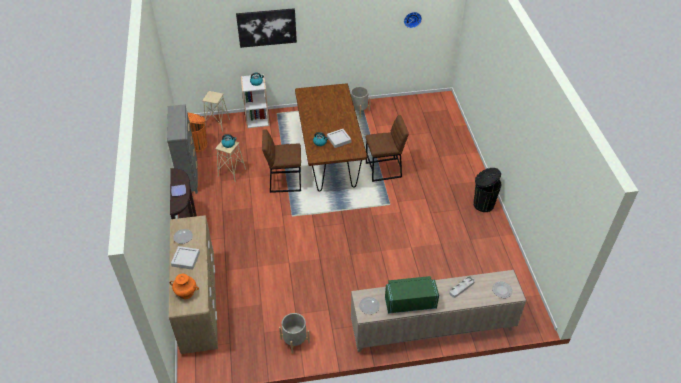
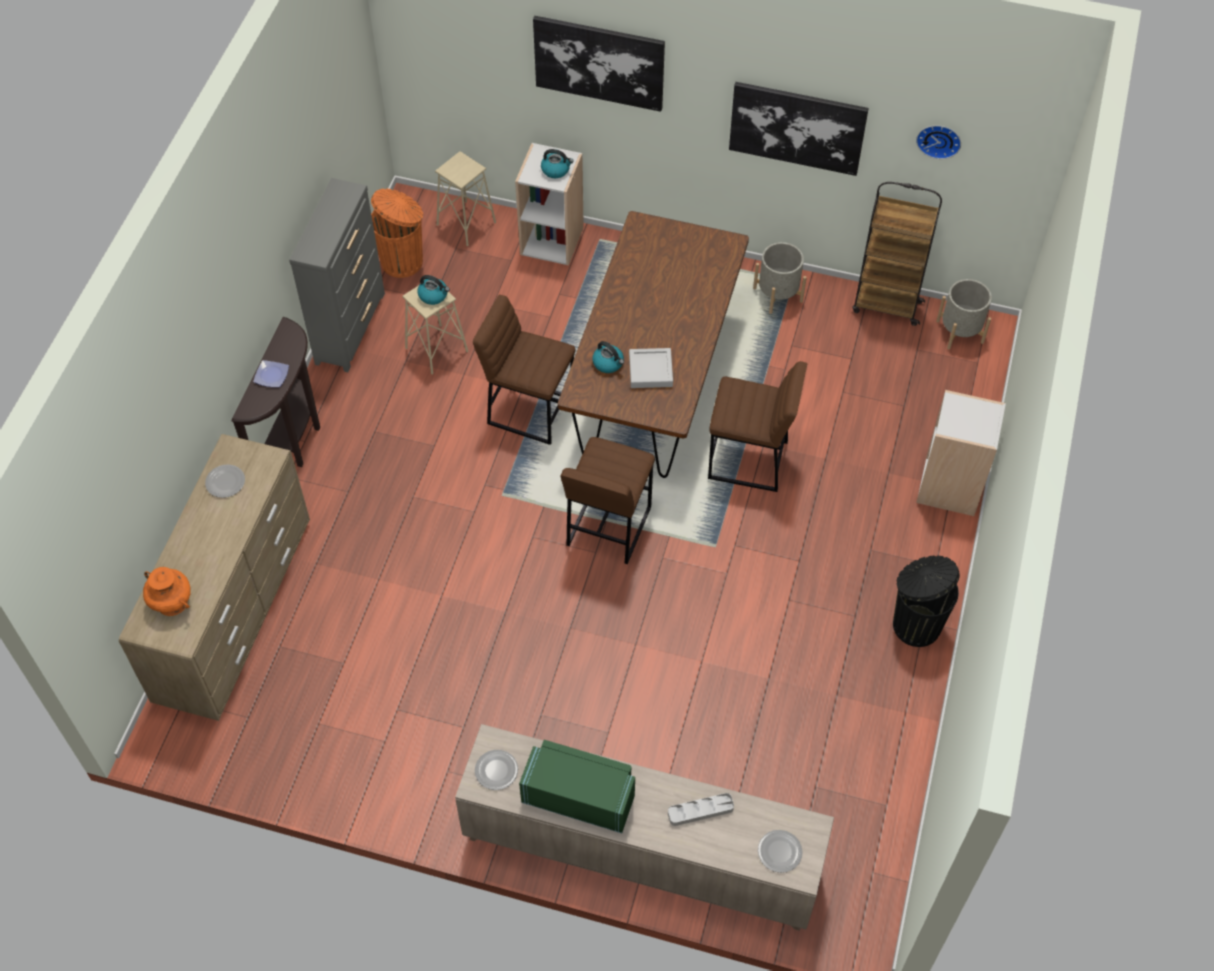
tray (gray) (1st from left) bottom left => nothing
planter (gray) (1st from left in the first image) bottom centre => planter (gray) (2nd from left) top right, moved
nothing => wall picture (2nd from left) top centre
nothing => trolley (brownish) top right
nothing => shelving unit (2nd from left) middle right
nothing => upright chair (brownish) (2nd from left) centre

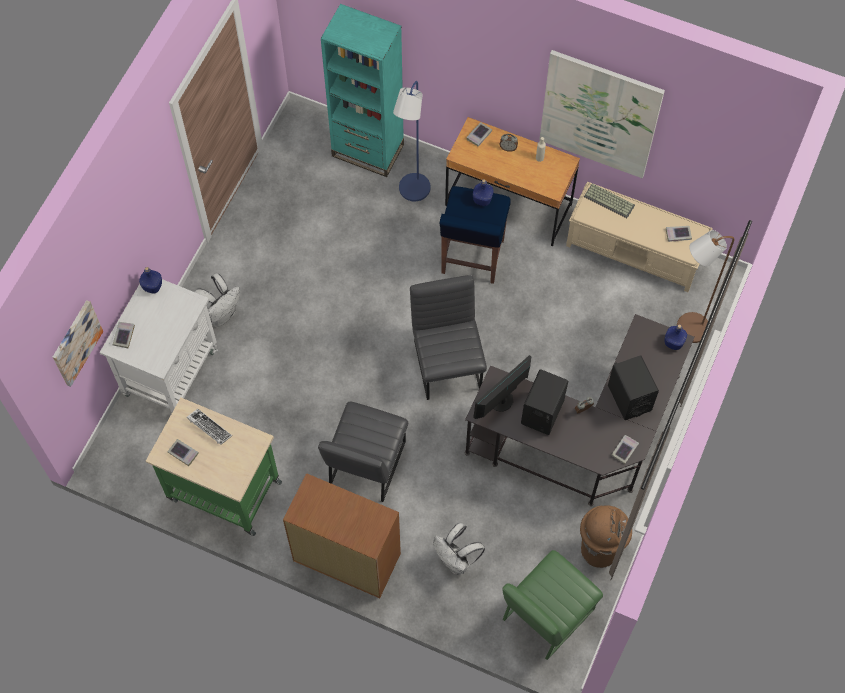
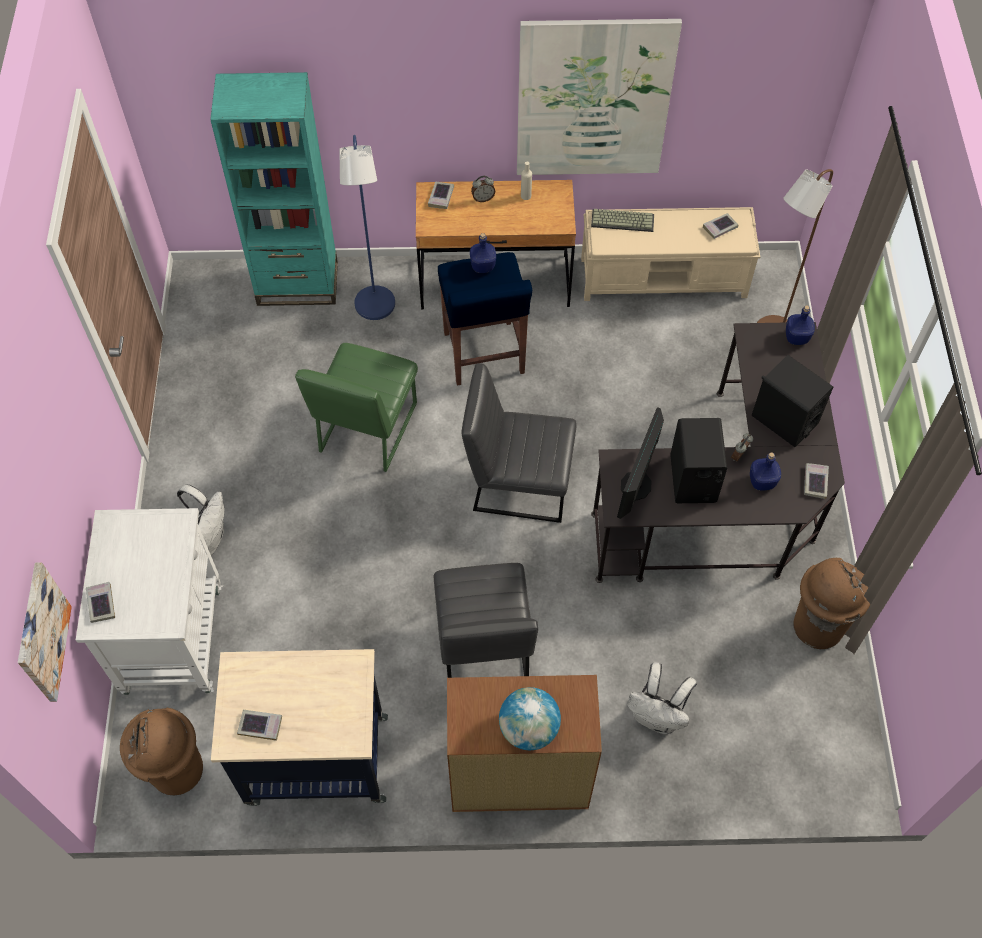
bottle (blue) (1st from left in the first image) middle left => bottle (blue) (2nd from left) middle right, moved
upright chair (gray) (2nd from left) centre, 45 degrees counterclockwise
trolley (green-coloured) bottom left => trolley (blue) bottom left
keyboard (1st from left) middle left => nothing
upright chair (green-coloured) bottom centre => upright chair (green-coloured) centre, moved
nothing => desk globe bottom centre
nothing => waste bin (brownish) (1st from left) bottom left

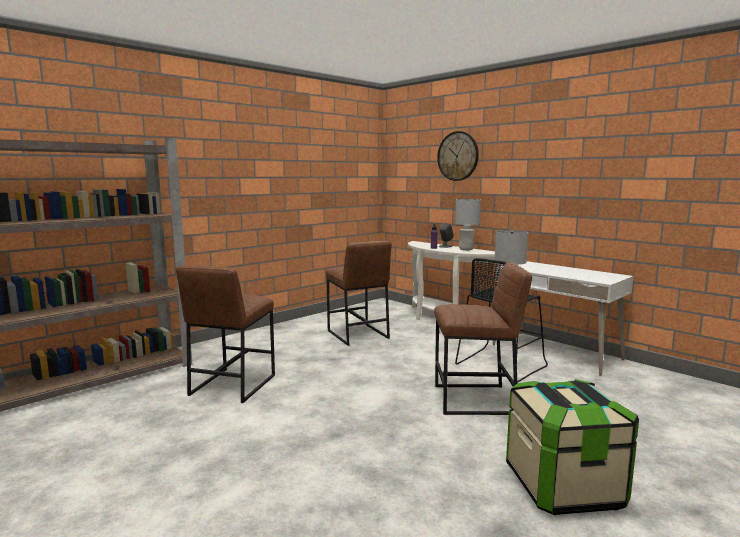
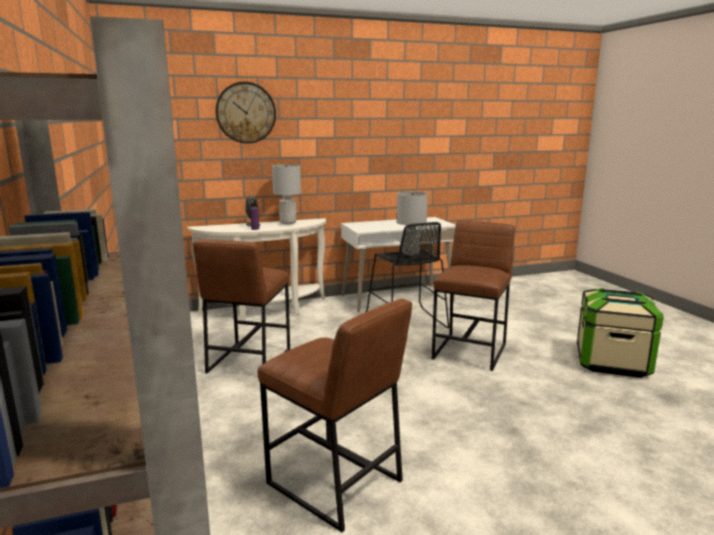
upright chair (brownish) (2nd from left in the first image) centre => upright chair (brownish) (1st from left) centre, 105 degrees clockwise

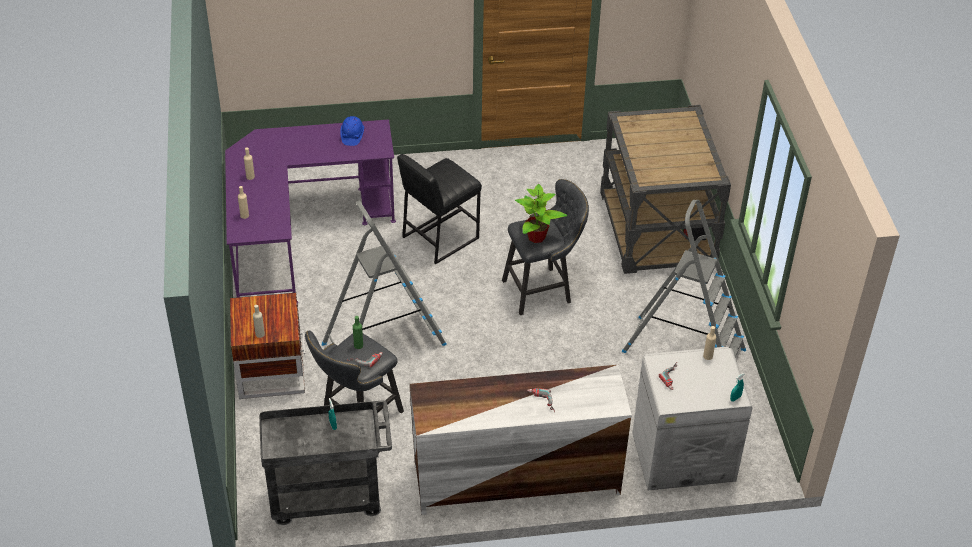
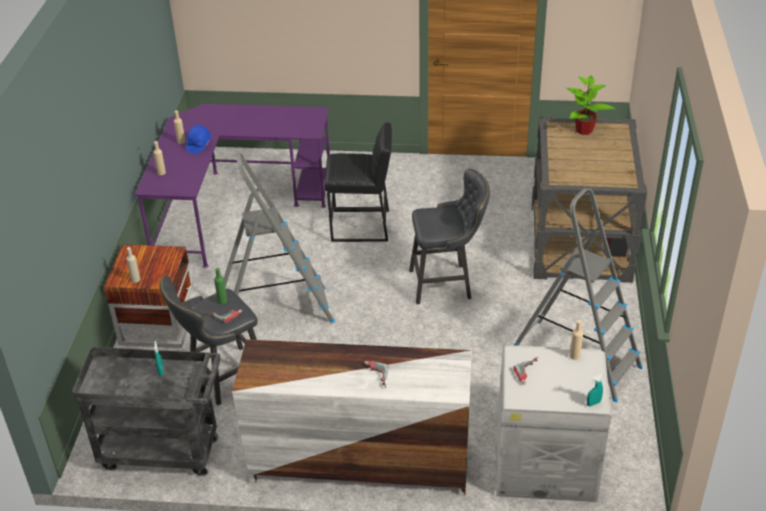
safety helmet (blue) top centre => safety helmet (blue) top left, moved
upright chair (black-coloured) centre, 150 degrees counterclockwise
houseplant centre => houseplant top right, moved

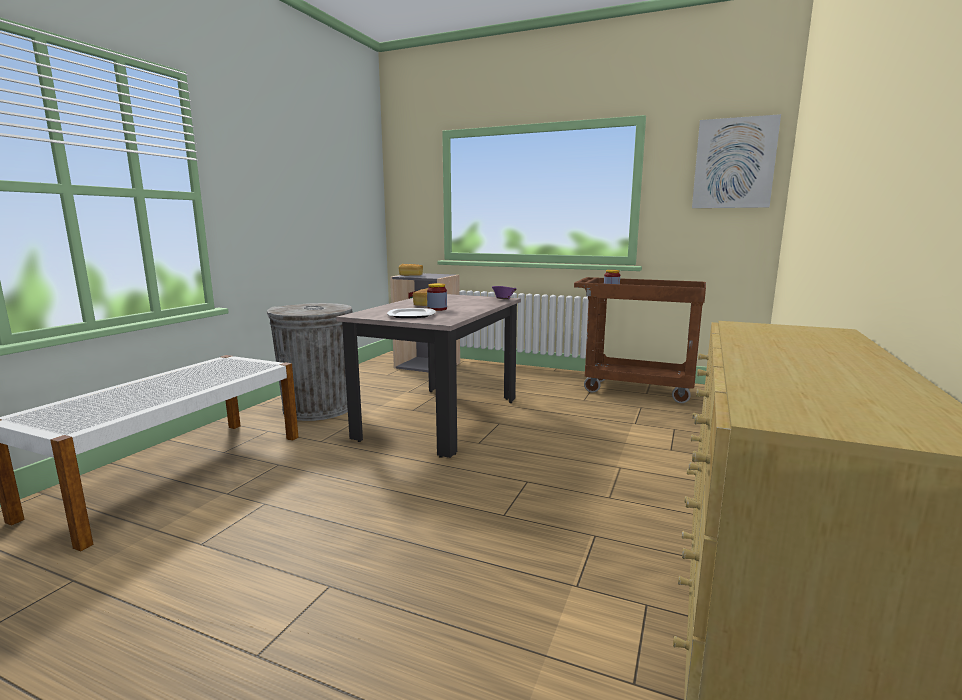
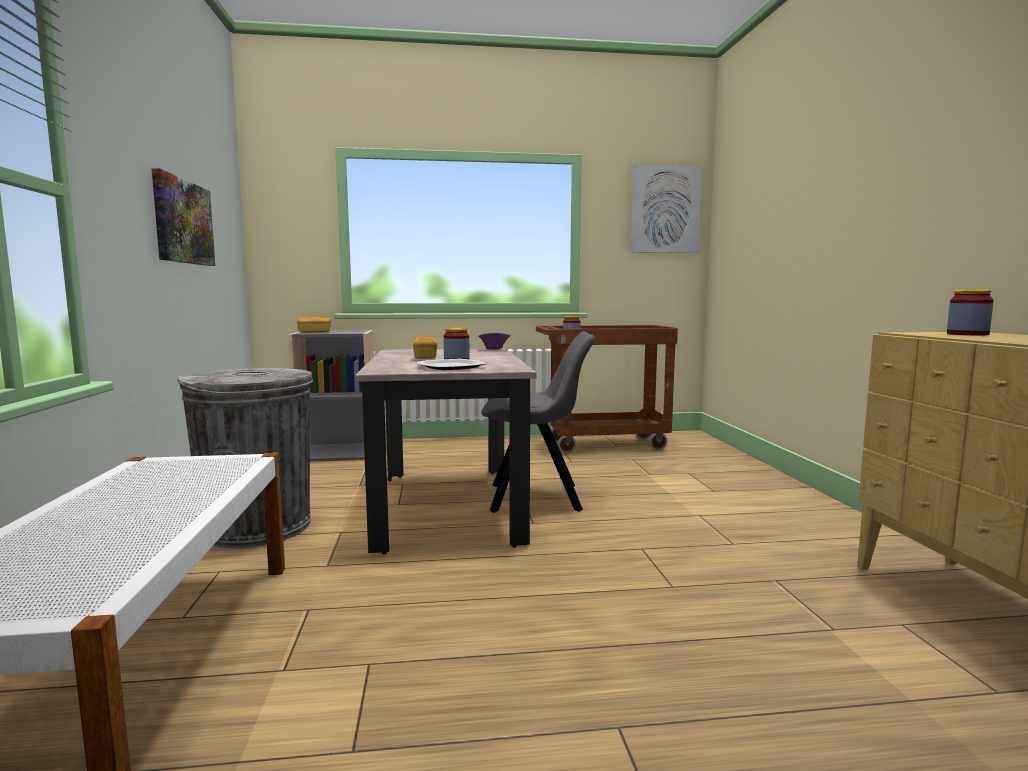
nothing => wall picture (1st from left) top left
nothing => preserve jar (3rd from left) middle right
nothing => upright chair (gray) centre

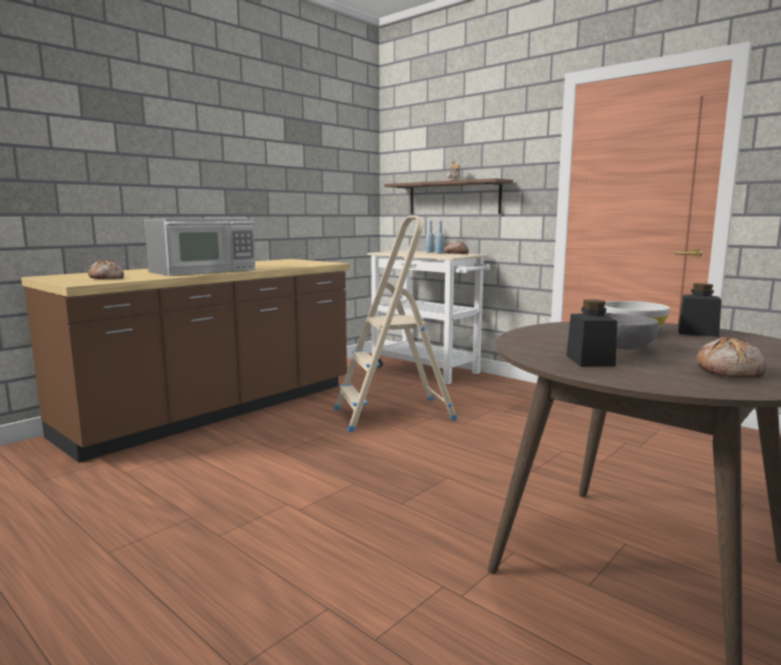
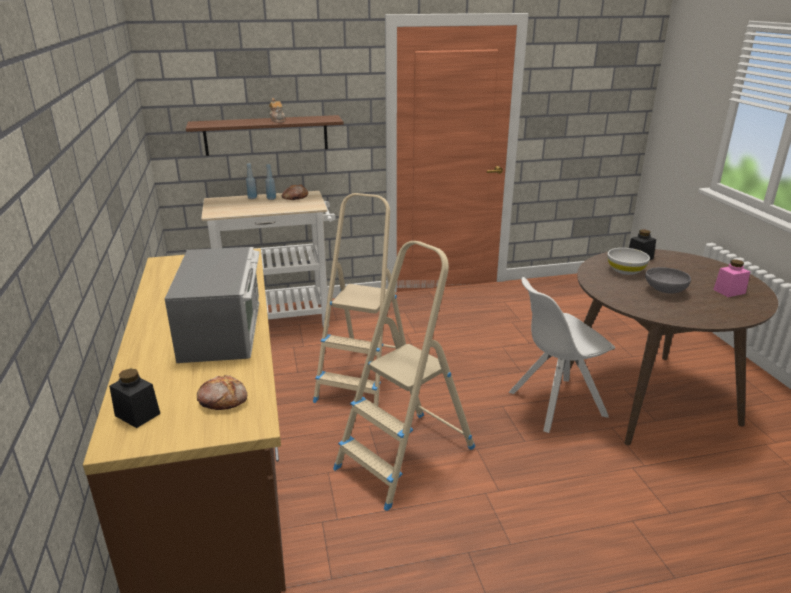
preserve jar (black-coloured) (1st from left) middle right => preserve jar (black-coloured) (1st from left) bottom left, moved
bread (3rd from left) middle right => preserve jar (pink) middle right
nothing => step ladder (beige) (2nd from left) centre
nothing => upright chair (white-coloured) middle right

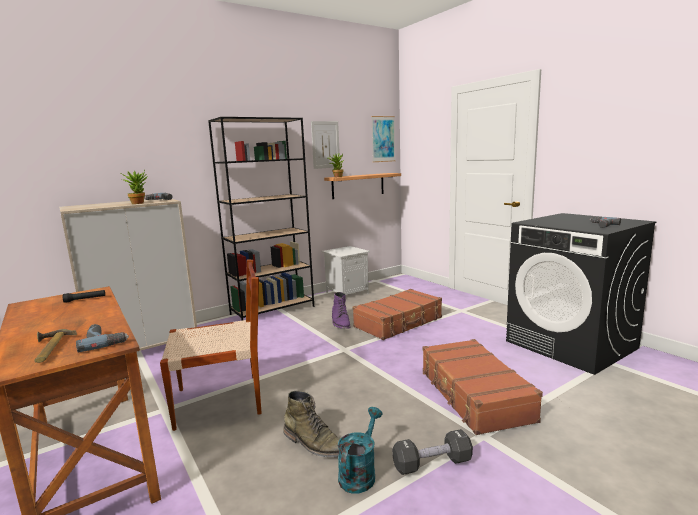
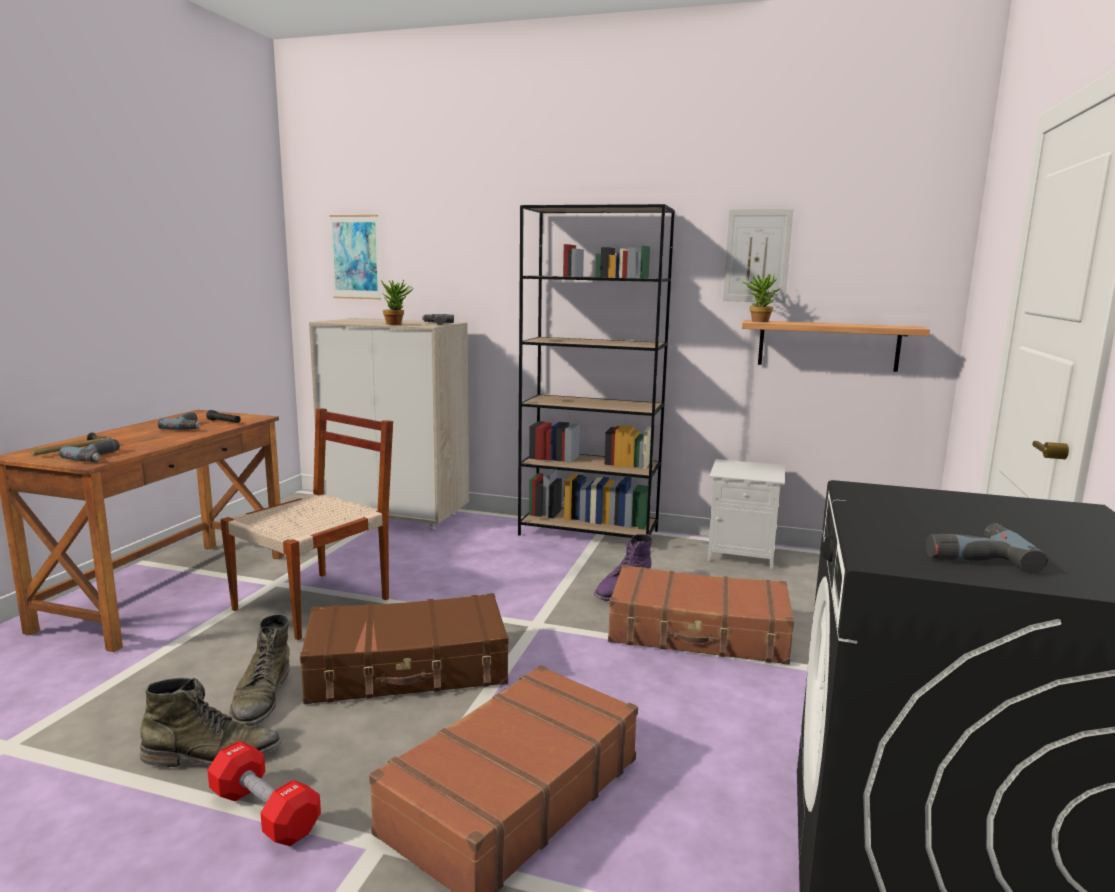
wall picture (2nd from left in the first image) top centre => wall picture (1st from left) top left, moved
upright chair bottom left => upright chair middle left, 90 degrees counterclockwise
watering pot (turquoise-coloured) bottom centre => boot (green-coloured) (1st from left) bottom left
free weight (black-coloured) bottom centre => free weight (red-coloured) bottom left
nothing => drill (2nd from left) middle left
nothing => travel case (brownish) (1st from left) bottom centre

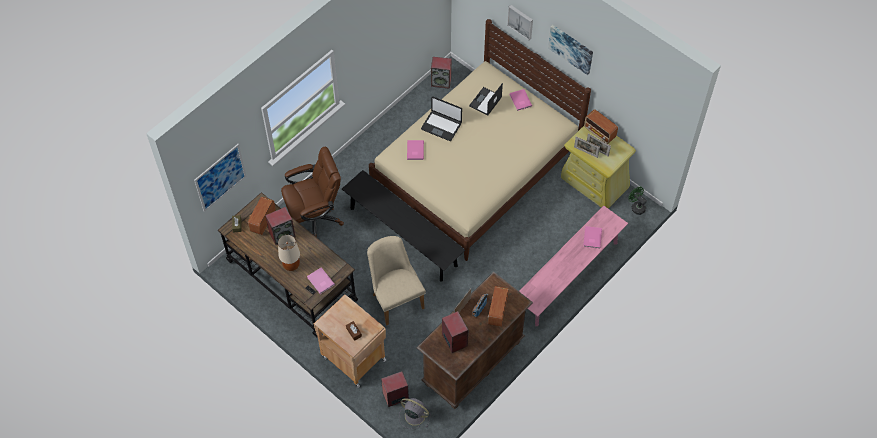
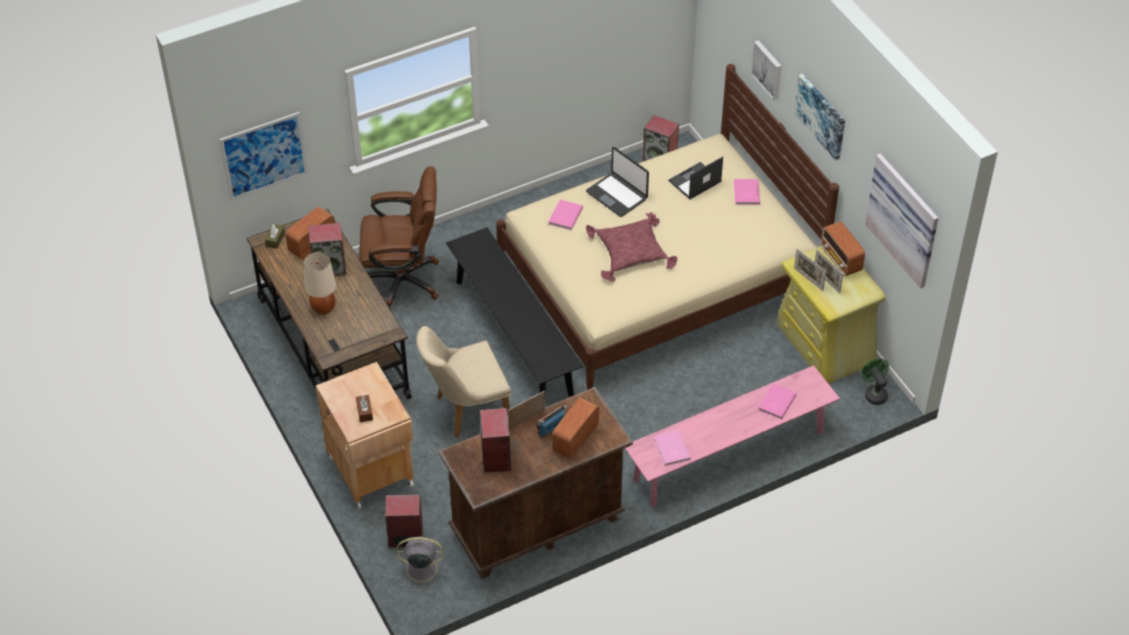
upright chair (beige) centre, 105 degrees counterclockwise
book (pink) (1st from left in the first image) centre => book (pink) (2nd from left) bottom centre, moved
fan (gray) bottom centre, 45 degrees counterclockwise
nothing => wall picture (4th from left) middle right
nothing => cushion (red-coloured) centre

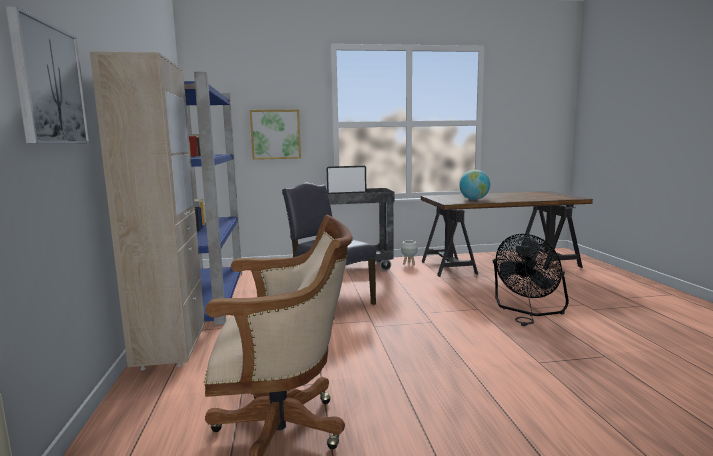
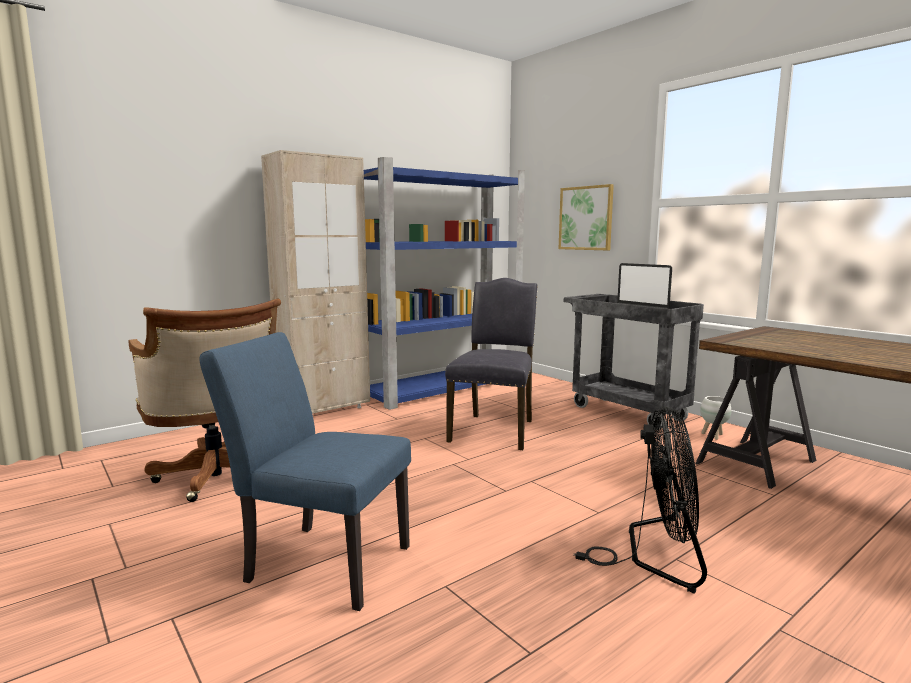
wall picture (1st from left) top left => nothing
desk globe centre => nothing
nothing => upright chair (blue) bottom centre

